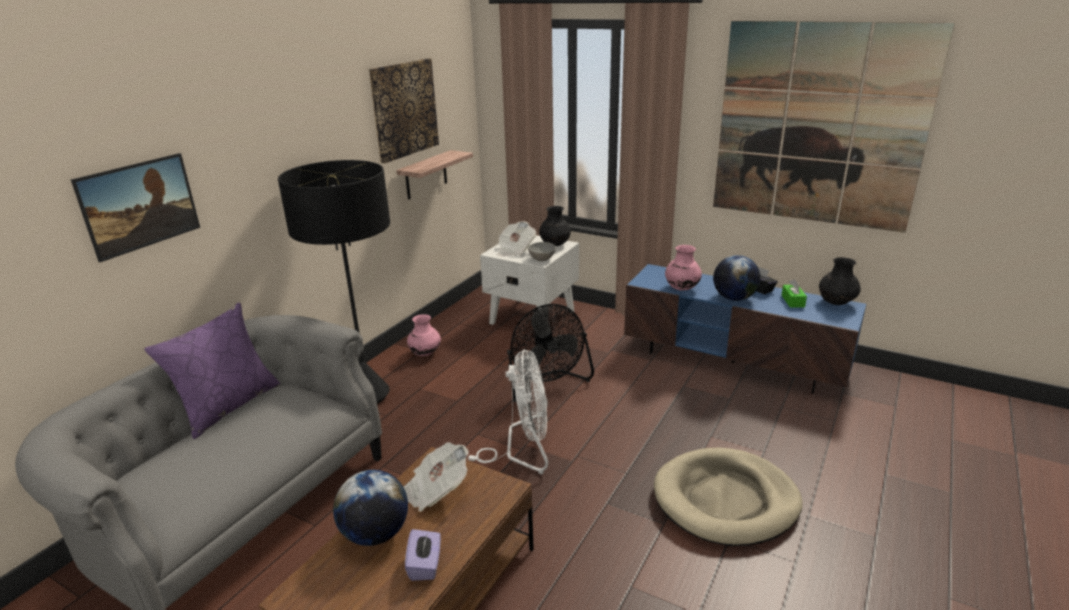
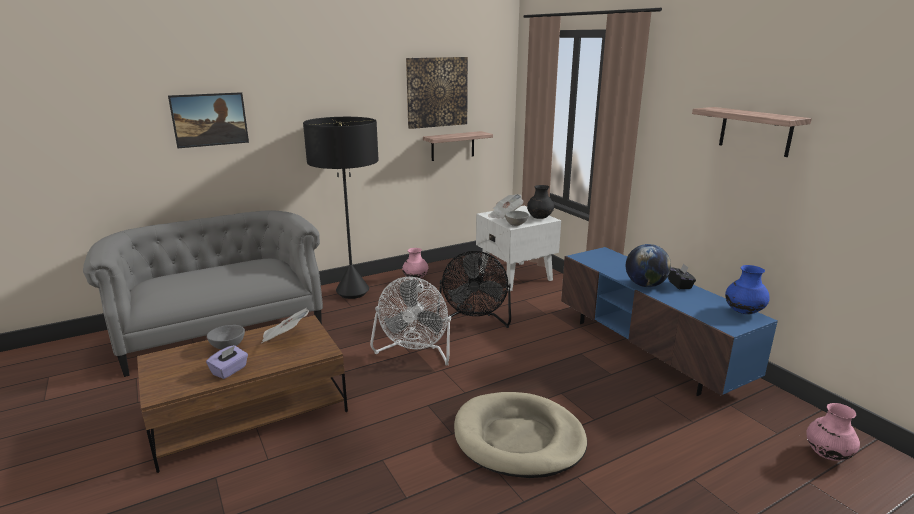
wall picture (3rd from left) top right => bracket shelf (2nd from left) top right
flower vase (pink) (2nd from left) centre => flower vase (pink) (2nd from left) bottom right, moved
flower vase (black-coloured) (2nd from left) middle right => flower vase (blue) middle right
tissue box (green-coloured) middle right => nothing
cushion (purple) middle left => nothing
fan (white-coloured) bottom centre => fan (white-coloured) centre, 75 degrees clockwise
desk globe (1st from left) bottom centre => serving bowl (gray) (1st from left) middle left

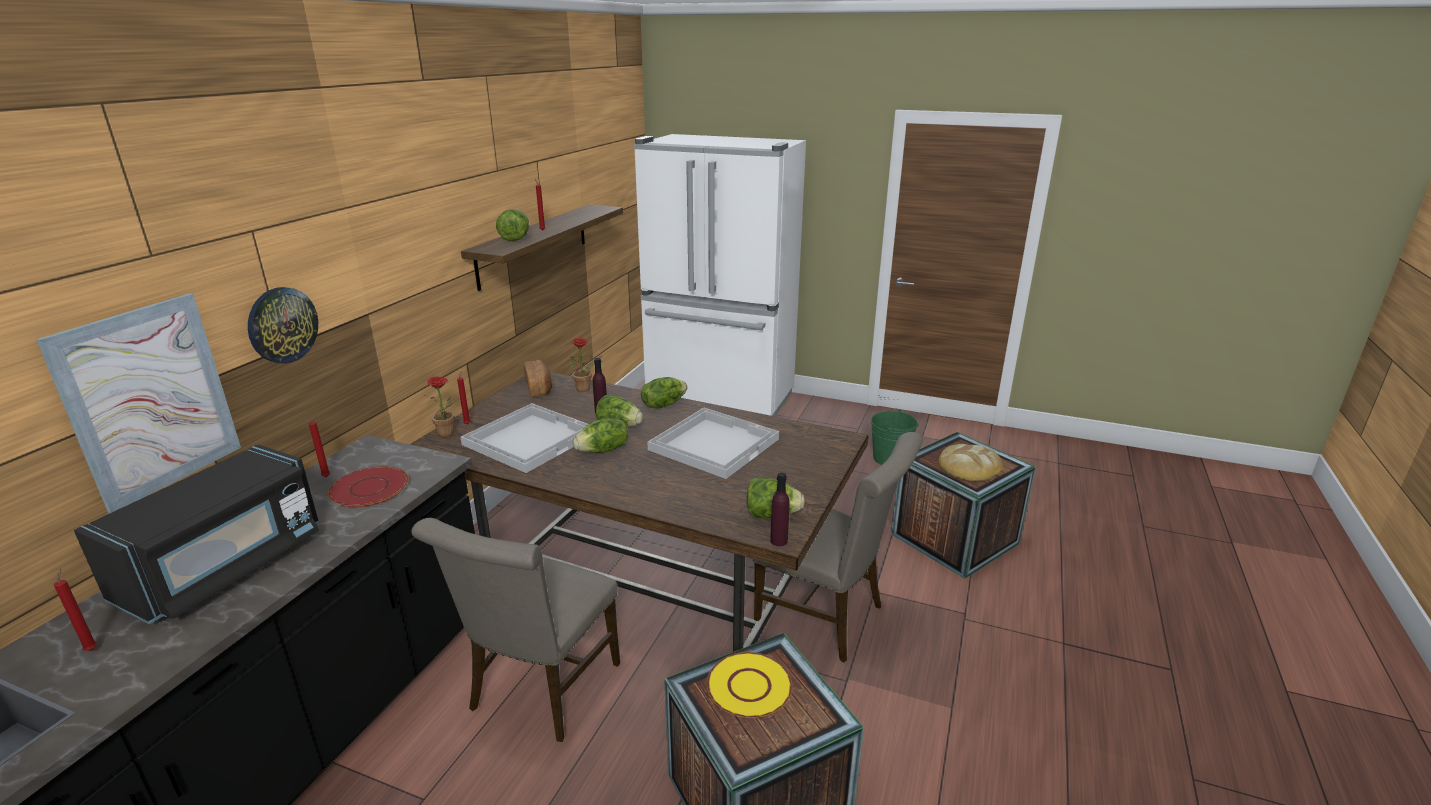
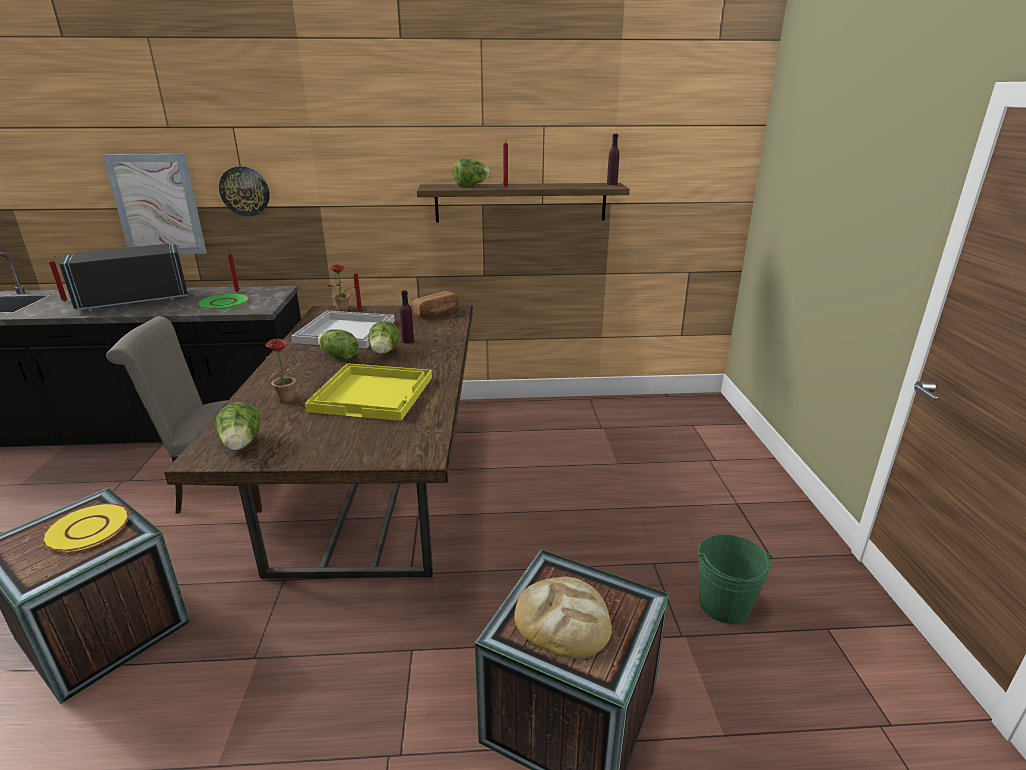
fridge (white-coloured) centre => nothing
houseplant (2nd from left in the first image) centre => houseplant (1st from left) middle left, moved
lettuce head (4th from left) centre => nothing
tray (white-coloured) (2nd from left) centre => tray (yellow) centre
upright chair (beige) (2nd from left) bottom centre => nothing
microwave oven (black-coloured) middle left, 150 degrees clockwise
flat dish (red-coloured) middle left => flat dish (green-coloured) middle left
bottle (purple) (2nd from left) centre => bottle (purple) (2nd from left) top centre, moved

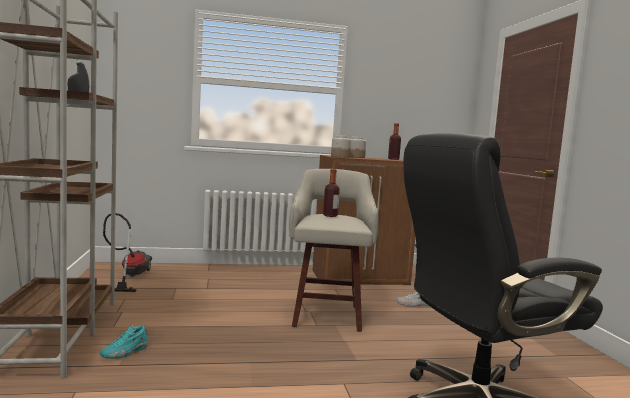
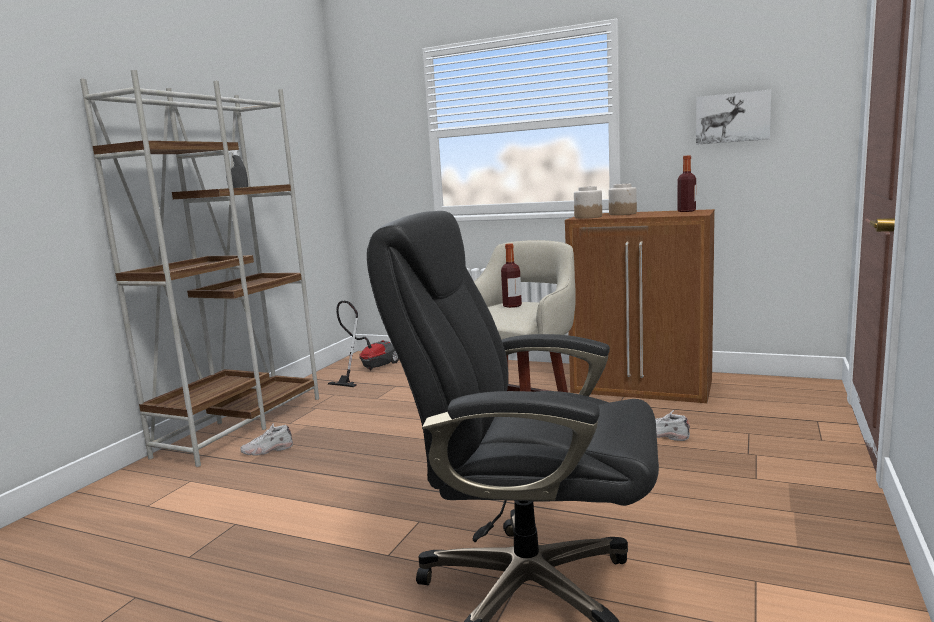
item of footwear (turquoise-coloured) bottom left => item of footwear (white-coloured) (1st from left) bottom left
nothing => wall picture top right

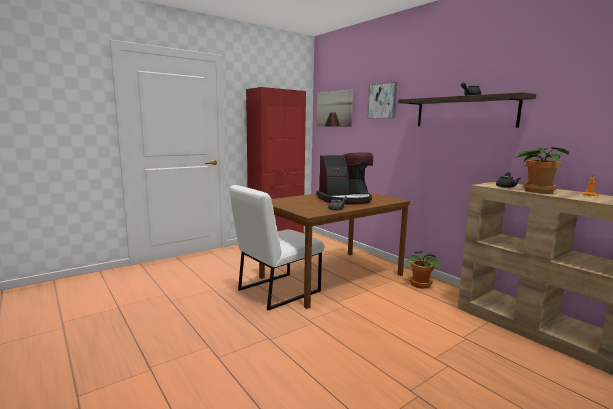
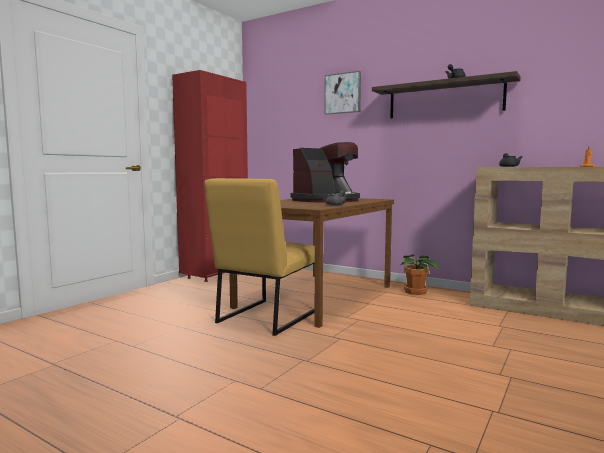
wall picture (1st from left) top centre => nothing
houseplant (2nd from left) middle right => nothing
upright chair (white-coloured) centre => upright chair (yellow) centre

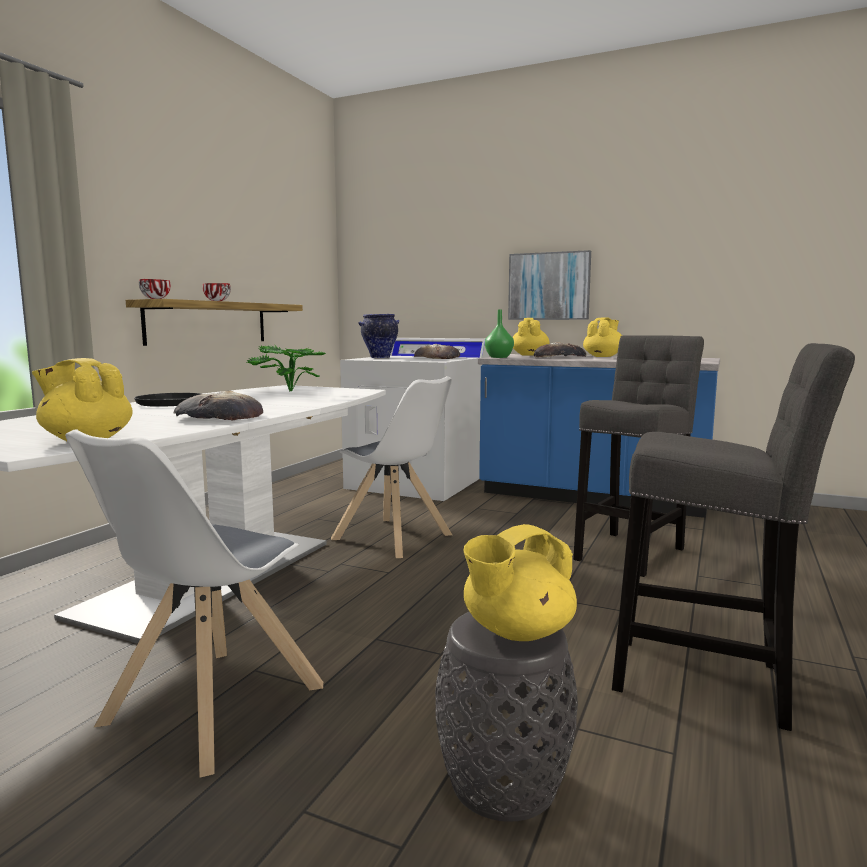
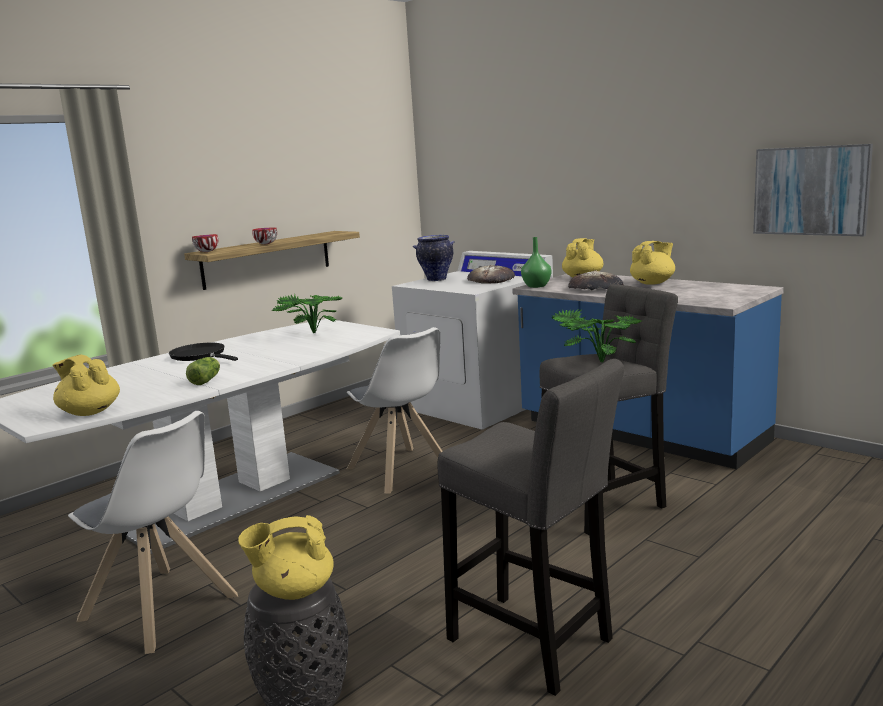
wall picture top centre => wall picture top right, moved
bread (1st from left) middle left => lettuce head middle left
upright chair (1st from left) bottom left, 105 degrees counterclockwise
nothing => houseplant (2nd from left) middle right

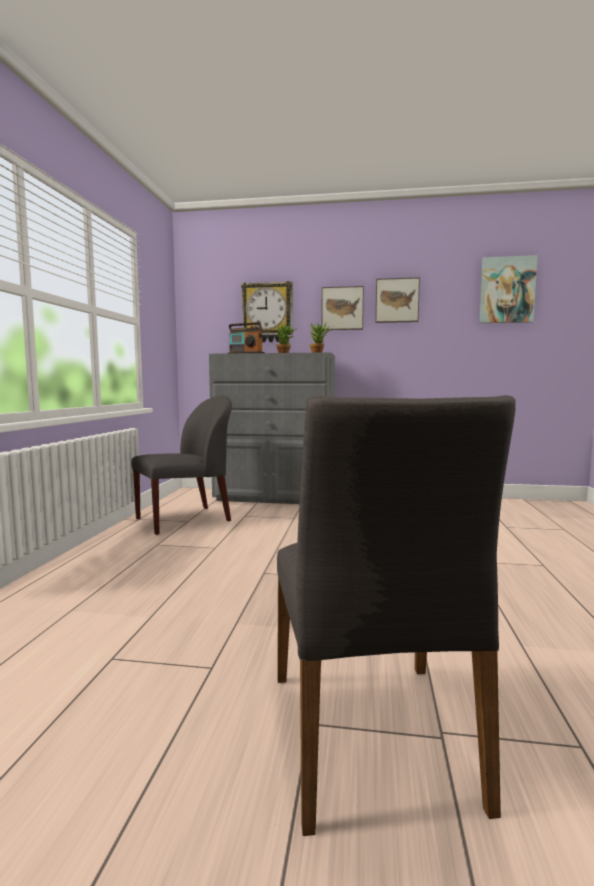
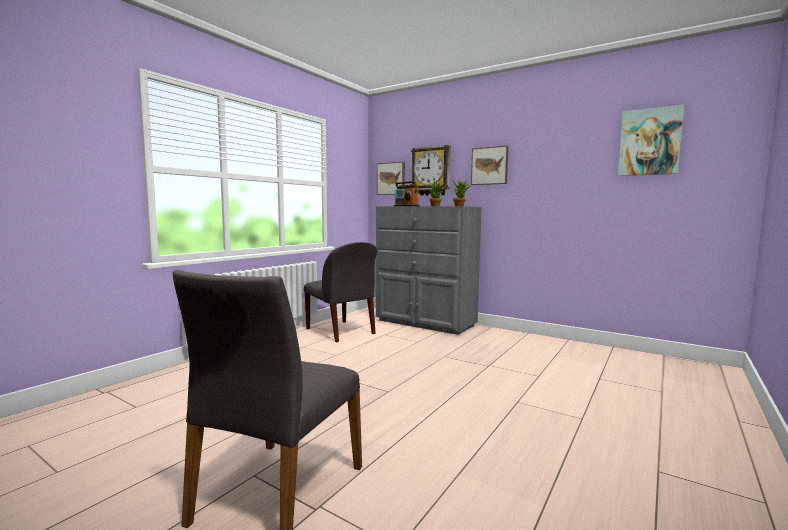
wall picture (2nd from left in the first image) middle right => wall picture (1st from left) centre, moved
upright chair (gray) (1st from left in the first image) middle left => upright chair (gray) (2nd from left) centre, 60 degrees clockwise

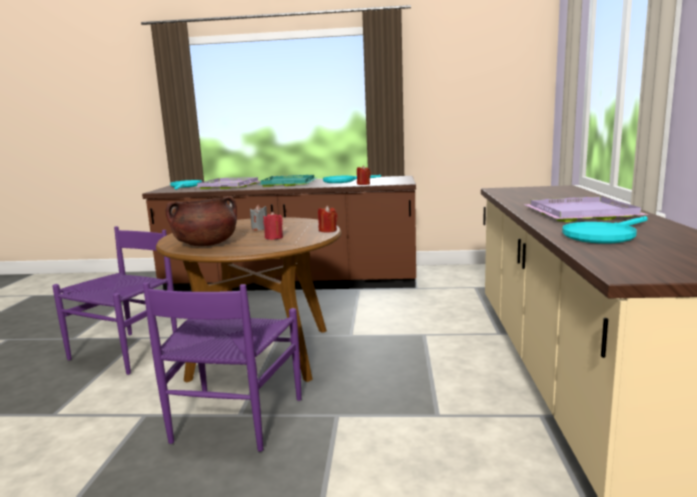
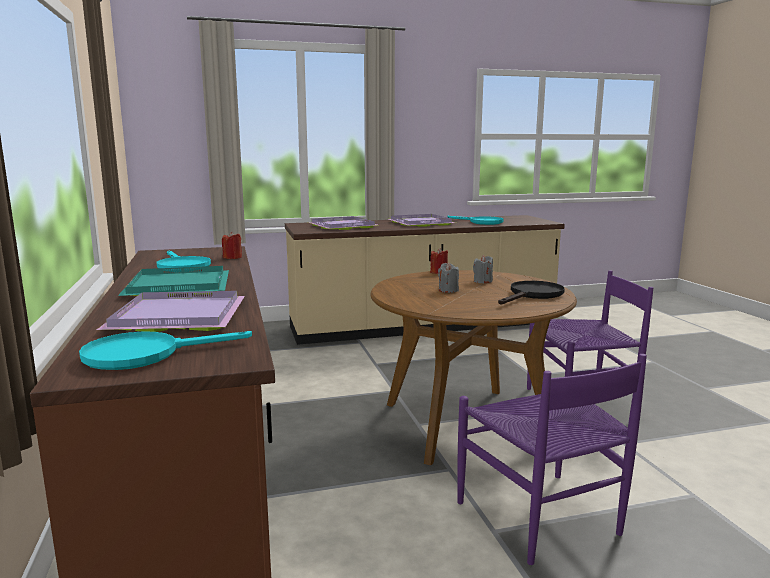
cooking pot (brownish) middle left => pan (black-coloured) middle right
candle (red-coloured) (1st from left) centre => candle (gray) (2nd from left) centre
upright chair (purple) (1st from left) middle left => upright chair (purple) (1st from left) bottom right, 120 degrees counterclockwise
nothing => tray (purple) (2nd from left) centre

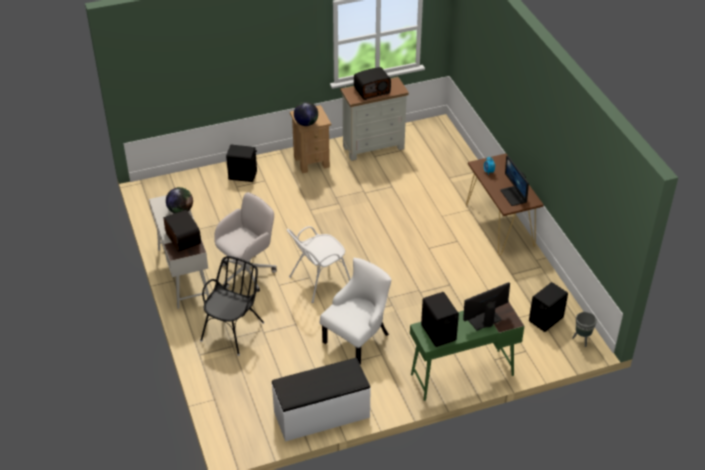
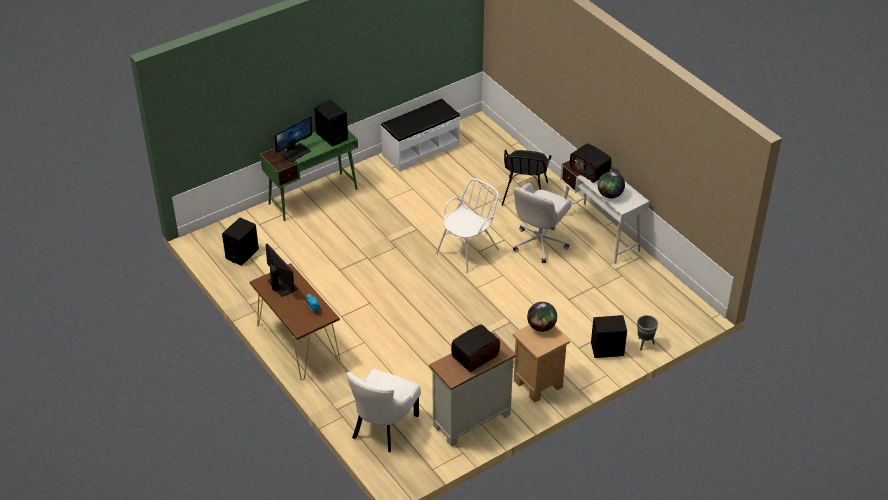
upright chair (white-coloured) (2nd from left in the first image) centre => upright chair (white-coloured) (1st from left) bottom centre, moved
planter (gray) bottom right => planter (gray) middle right, moved

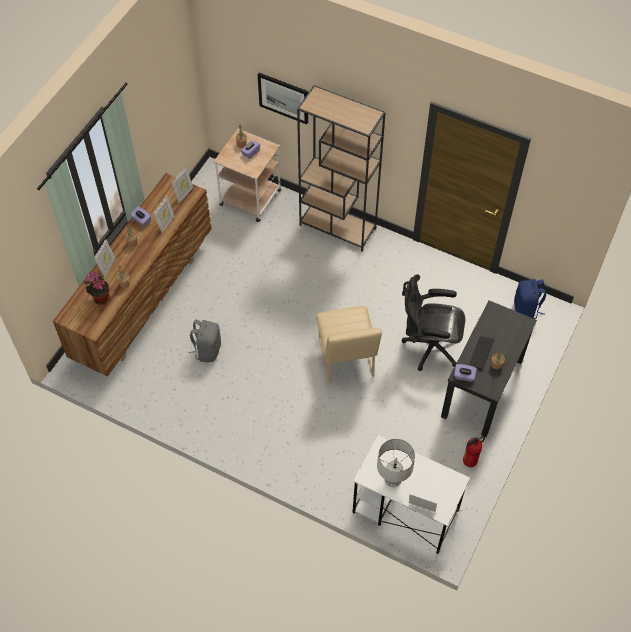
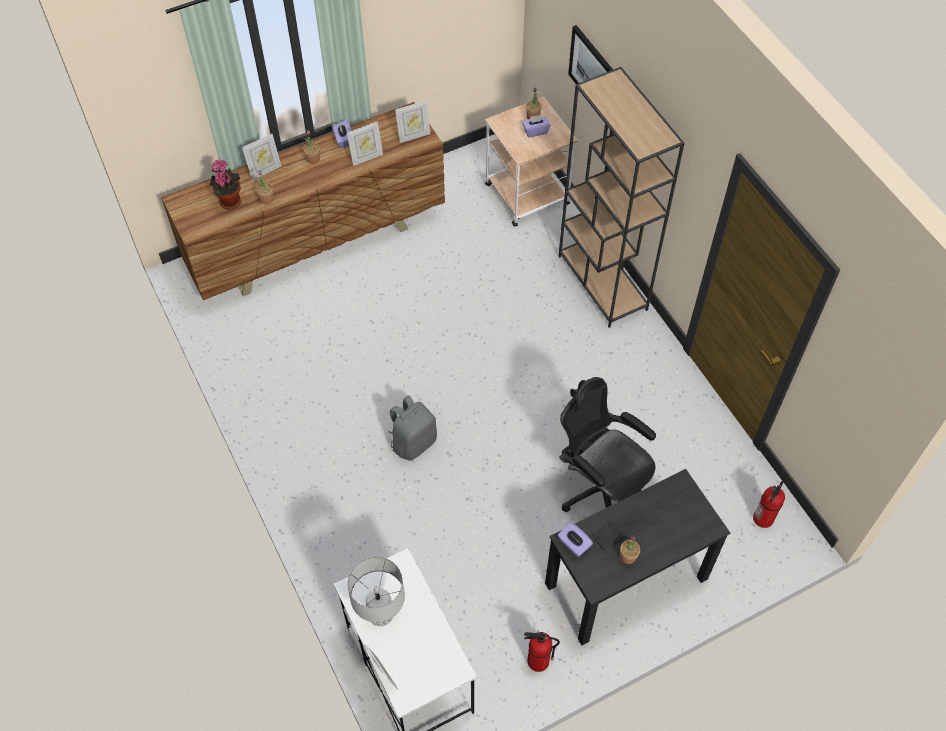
backpack (blue) middle right => fire extinguisher (2nd from left) bottom right
upright chair (beige) centre => nothing
backpack (gray) middle left => backpack (gray) centre, moved

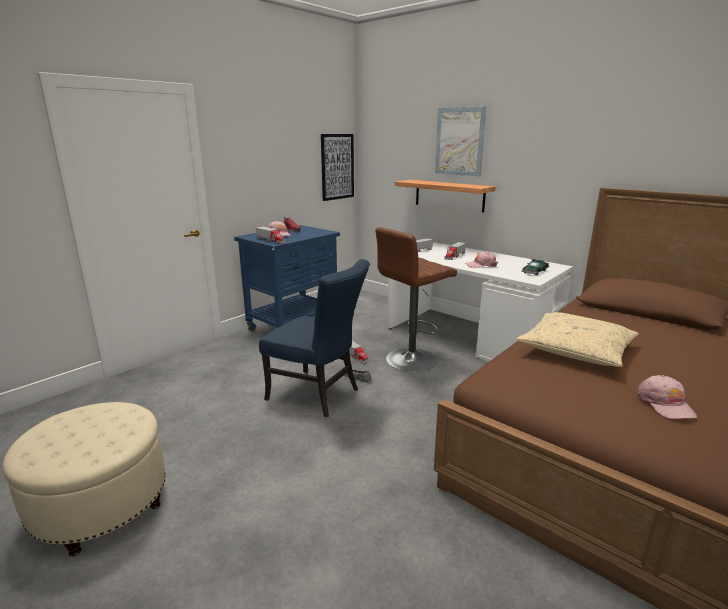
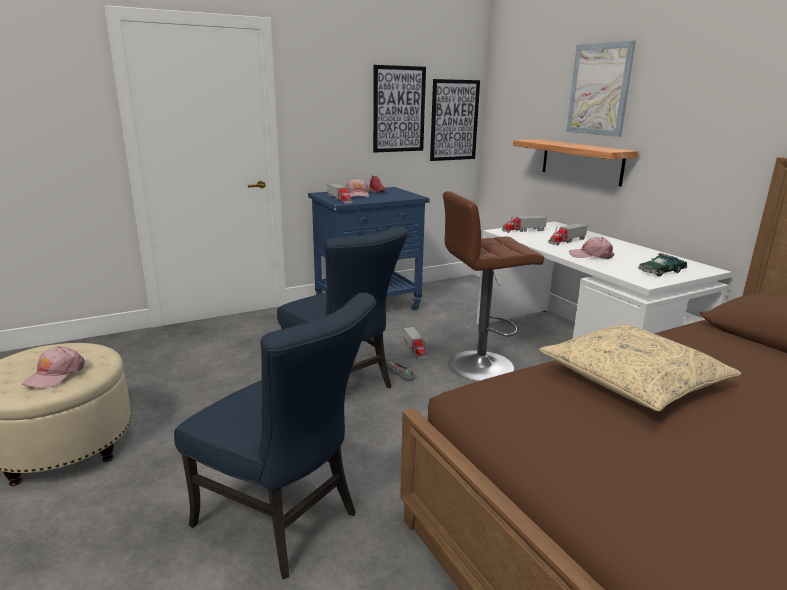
baseball cap (pink) (3rd from left in the first image) middle right => baseball cap (pink) (1st from left) middle left, moved
nothing => wall picture (1st from left) top centre
nothing => upright chair (blue) (1st from left) bottom centre

